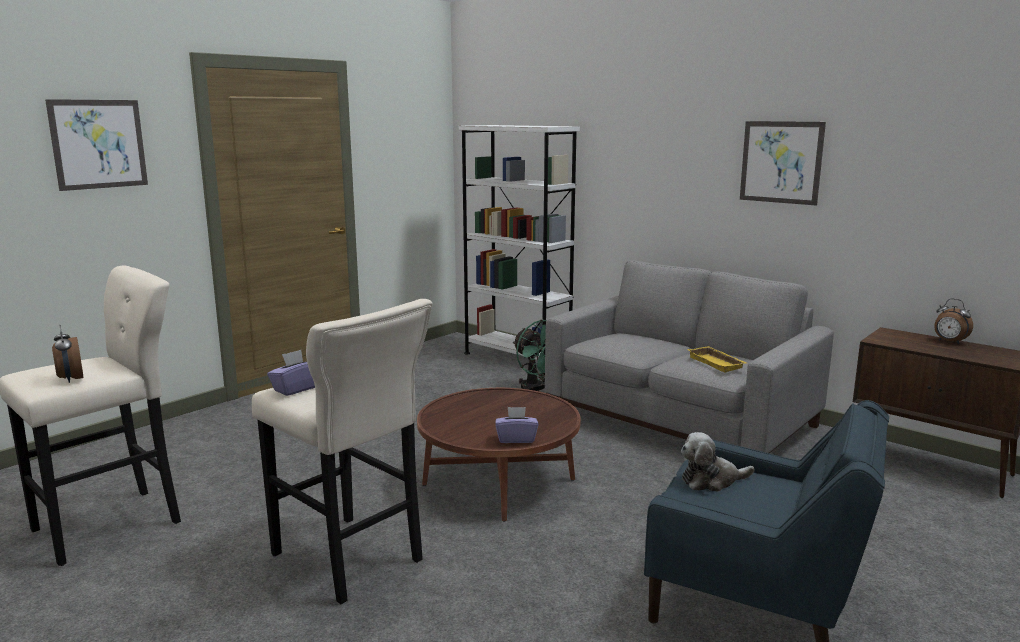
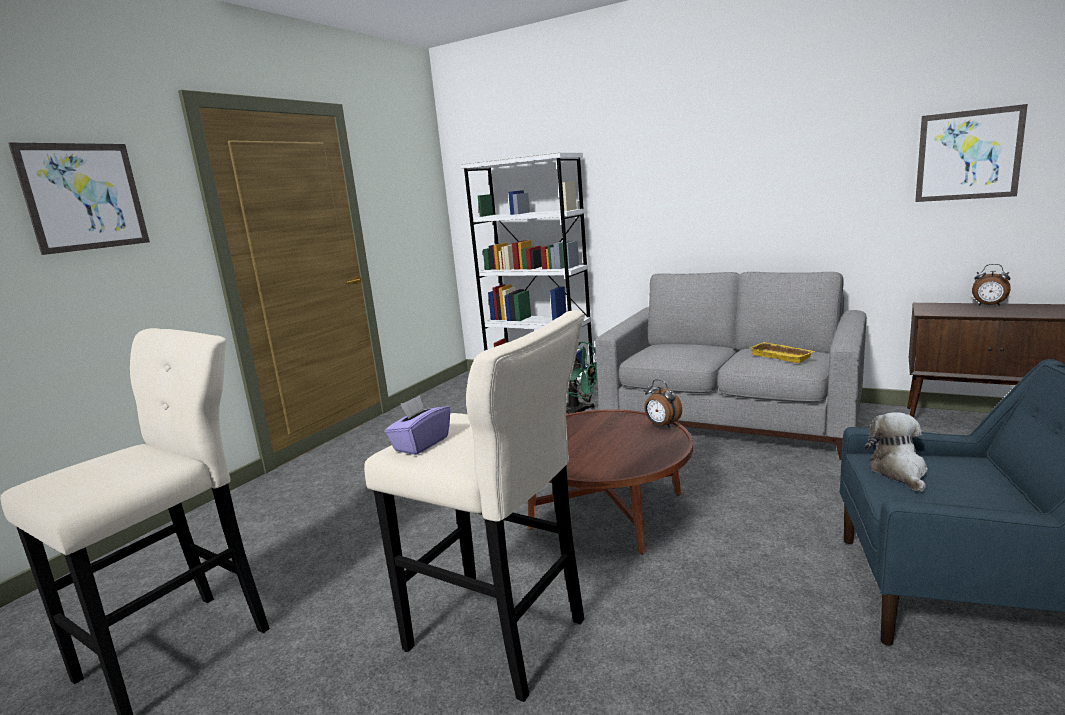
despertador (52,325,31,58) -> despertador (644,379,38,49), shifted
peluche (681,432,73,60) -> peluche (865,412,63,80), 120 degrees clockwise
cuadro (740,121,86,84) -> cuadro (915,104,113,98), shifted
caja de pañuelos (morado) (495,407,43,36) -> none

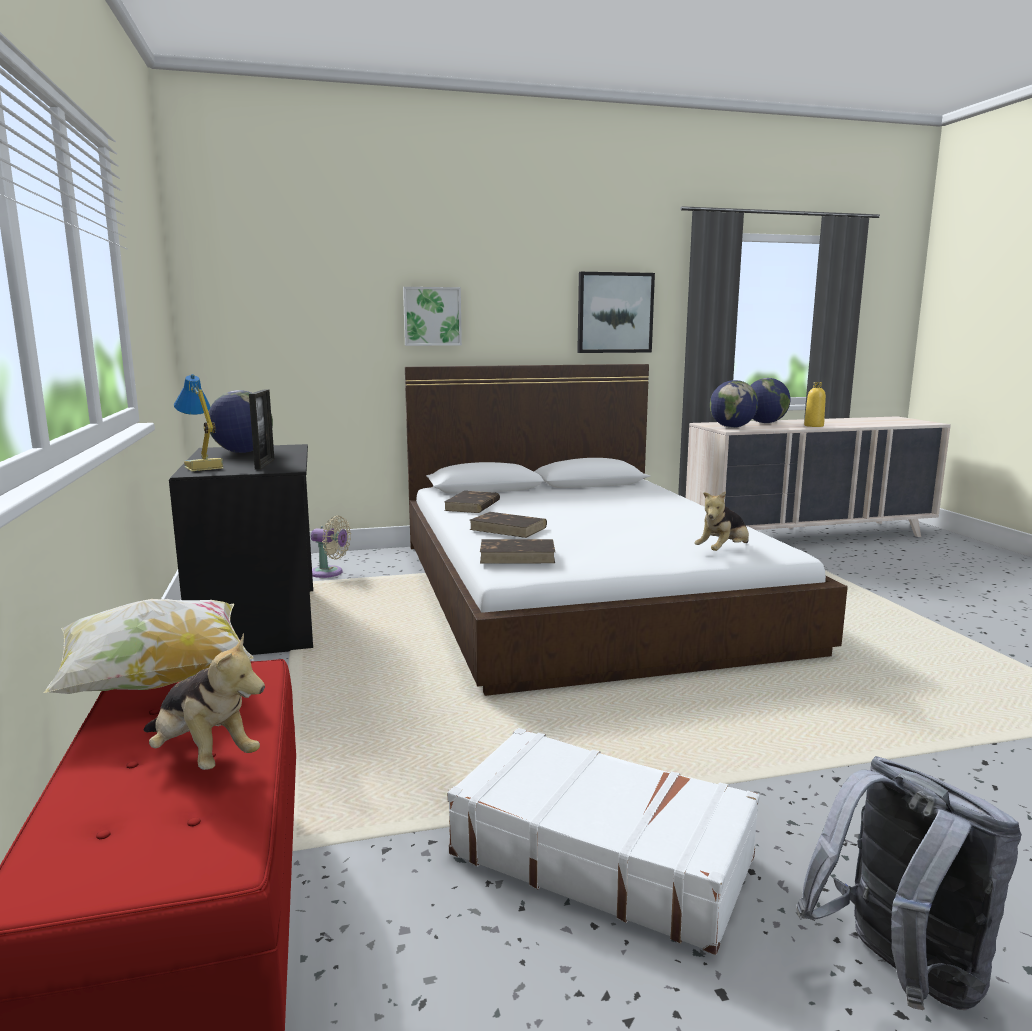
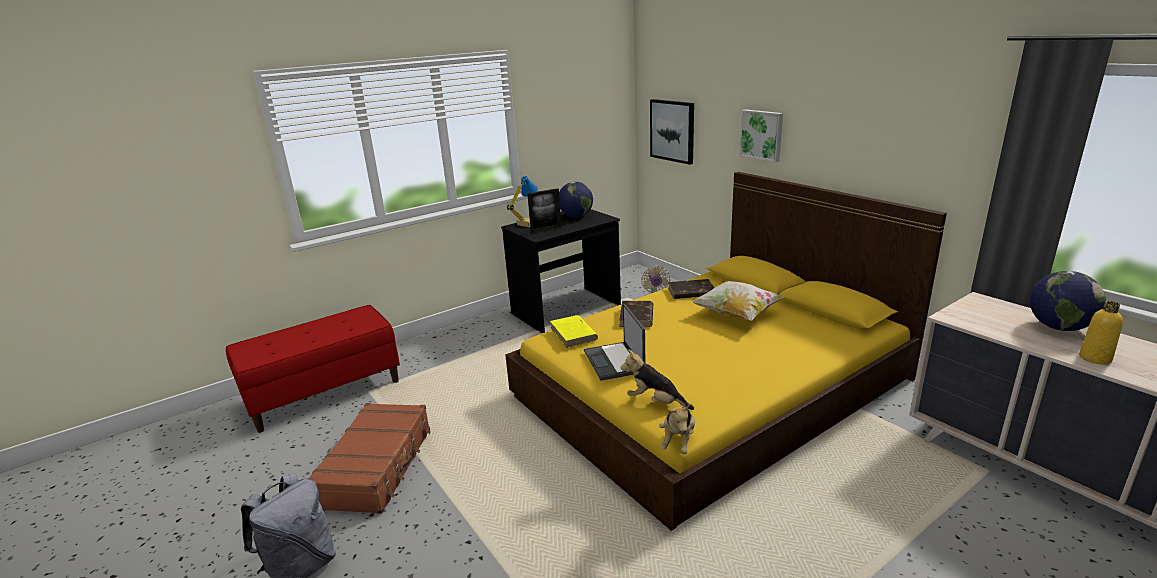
maleta (blanco) (447,728,313,227) -> maleta (marrón) (309,403,122,111)
cama (blanco) (405,364,443,332) -> cama (amarillo) (505,172,442,359)
libro (marrón) (480,539,75,24) -> libro (amarillo) (550,315,48,33)
none -> portátil (584,304,61,77)
cuadro (577,272,78,81) -> cuadro (650,99,44,66), shifted
peluche (144,633,121,137) -> peluche (659,404,36,50), shifted
cojín (44,599,210,95) -> cojín (692,281,92,40), shifted
globo terráqueo (710,380,48,48) -> none

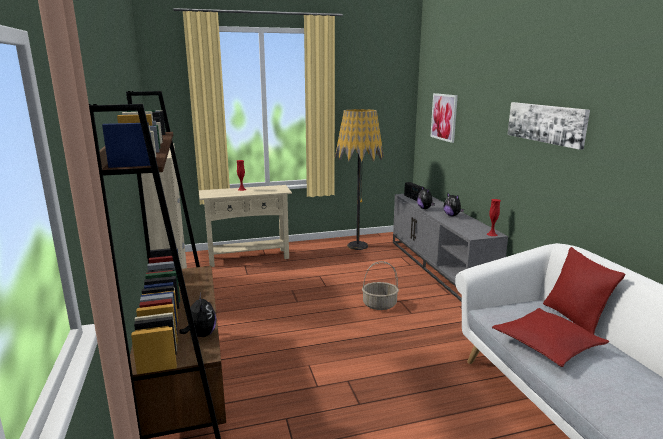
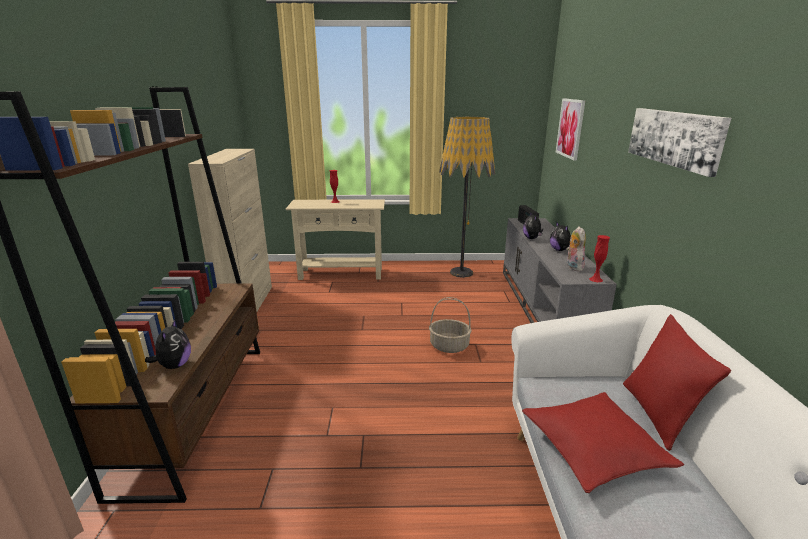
none -> peluche (567,226,19,45)

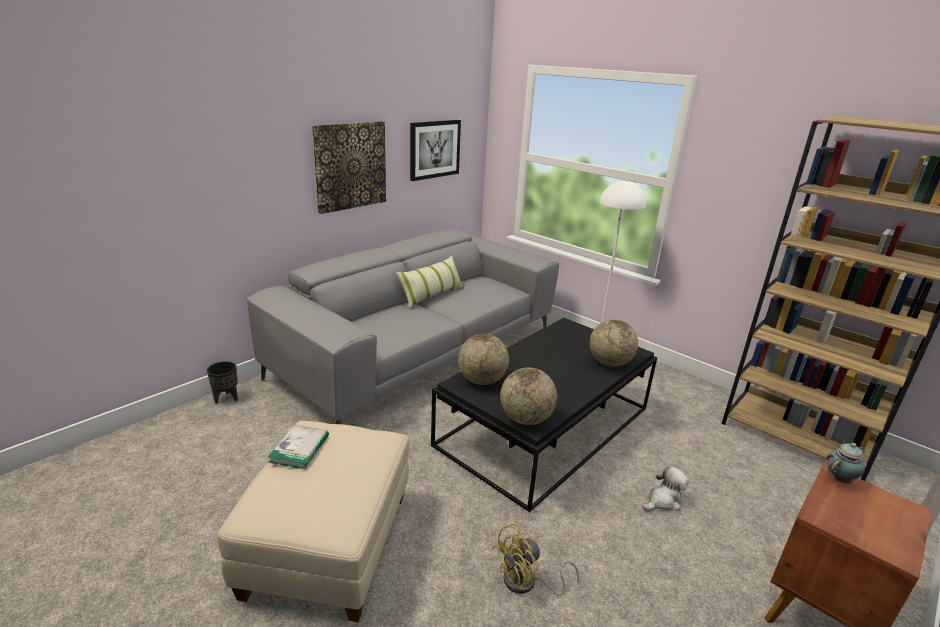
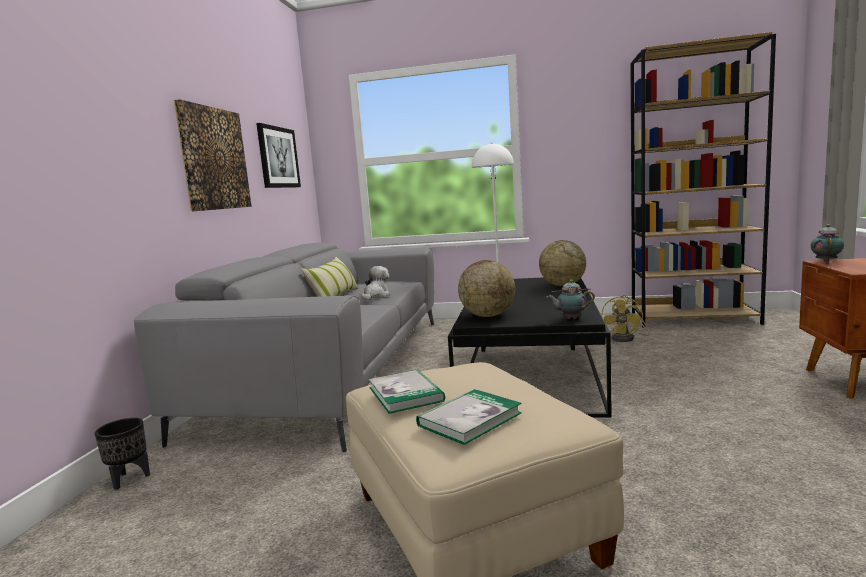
peluche (643,466,45,46) -> peluche (361,266,29,34), shifted
none -> libro (416,389,106,56)
globo terráqueo (500,367,57,58) -> tetera (547,279,48,40)
ventilador (amarillo) (492,523,87,73) -> ventilador (amarillo) (601,295,48,47), shifted

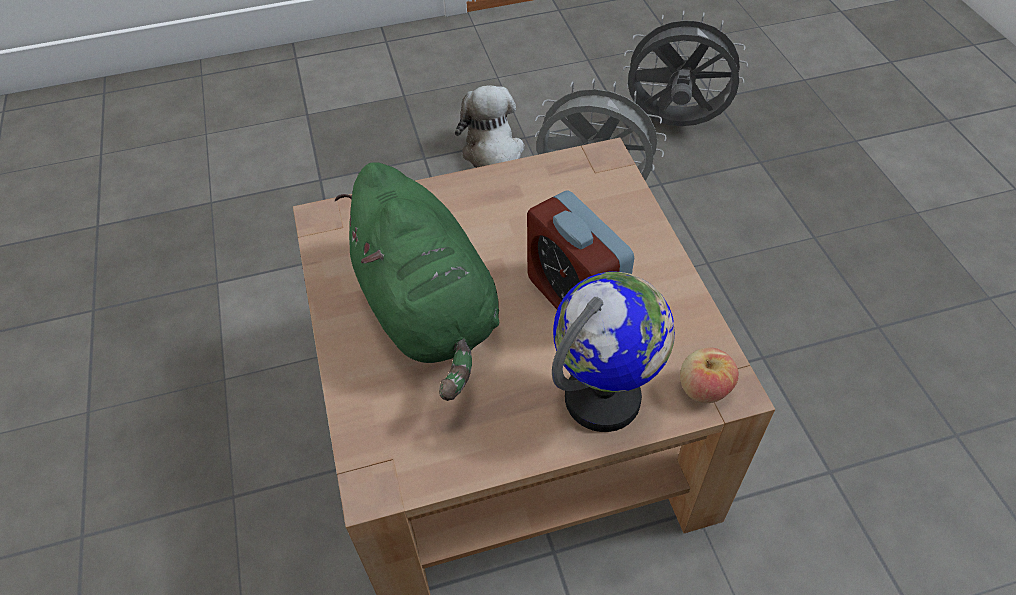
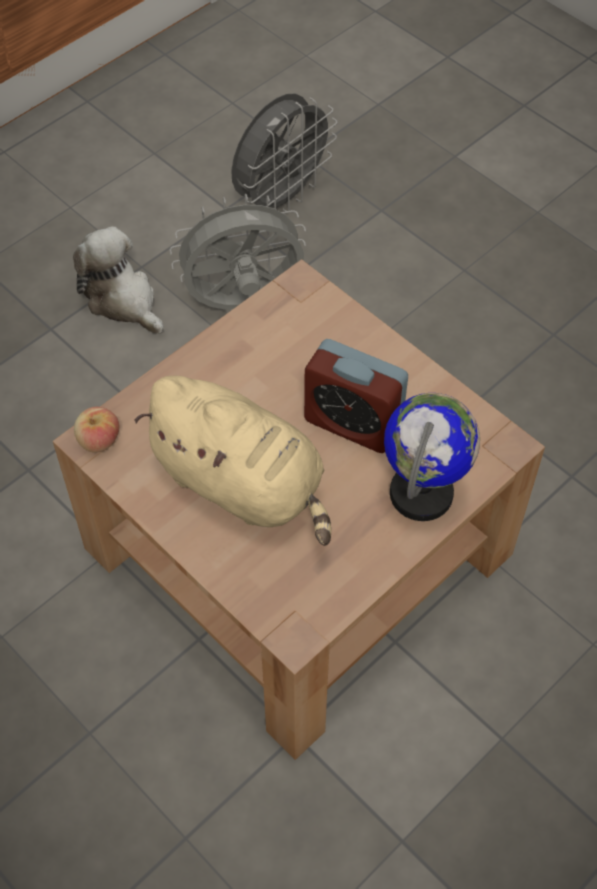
manzana (680,348,59,55) -> manzana (74,407,46,46), shifted
peluche (verde) (335,162,164,239) -> peluche (beis) (134,376,197,170)
ventilador (gris) (623,10,125,116) -> ventilador (gris) (231,94,107,117), 150 degrees clockwise

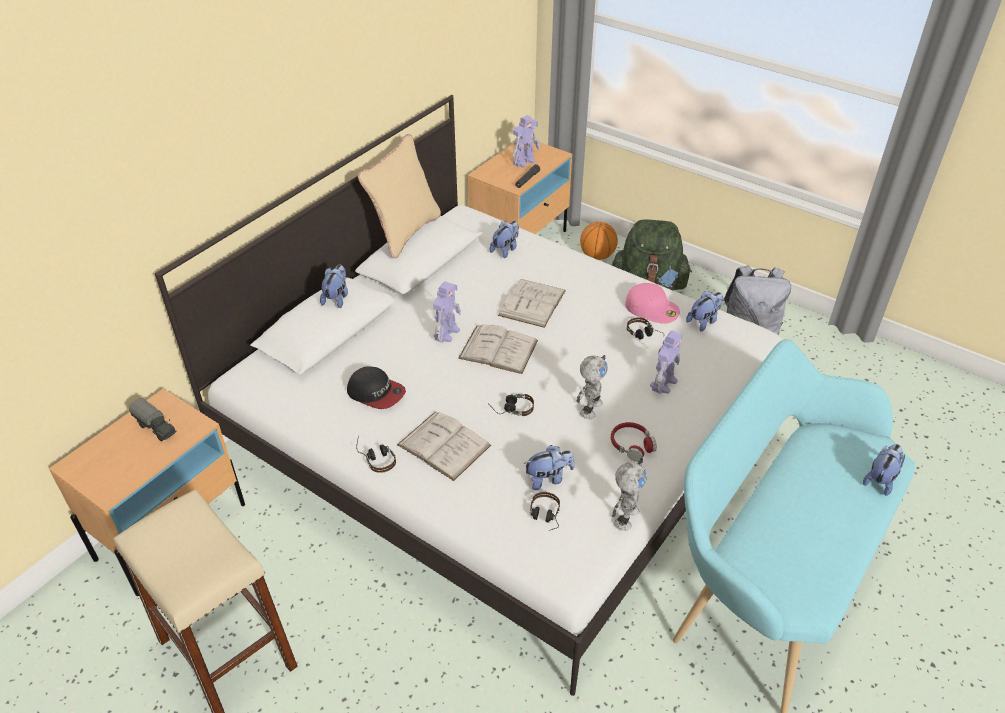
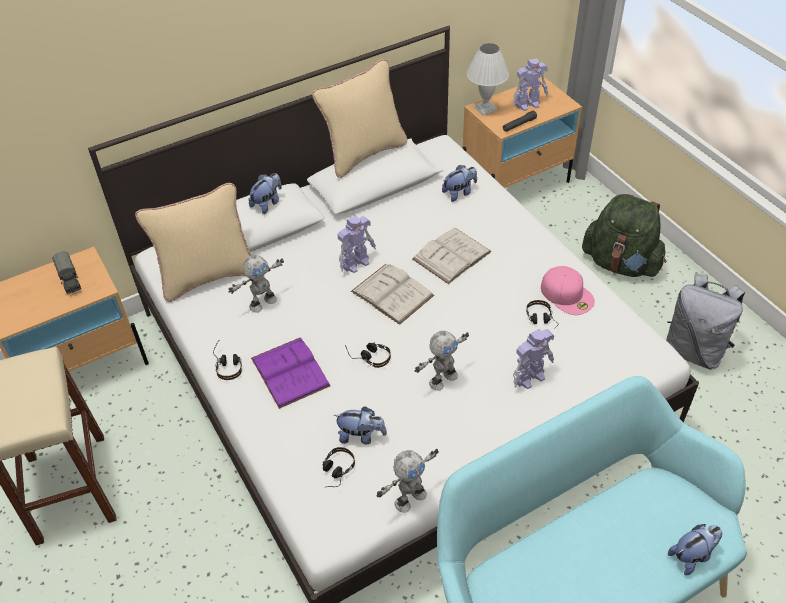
none -> cojín (beis) (135,183,117,119)
gorra (347,367,59,42) -> robot de juguete (228,255,56,58)
libro (blanco) (397,412,94,69) -> libro (morado) (251,337,80,72)
none -> lámpara de mesa (blanco) (466,43,43,72)
balón de baloncesto (580,222,38,38) -> none
auriculares (rojo) (611,422,46,40) -> none
peluche (686,291,37,40) -> none

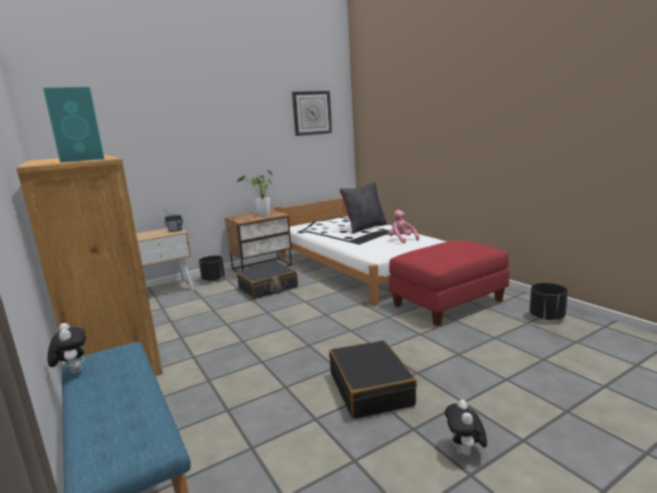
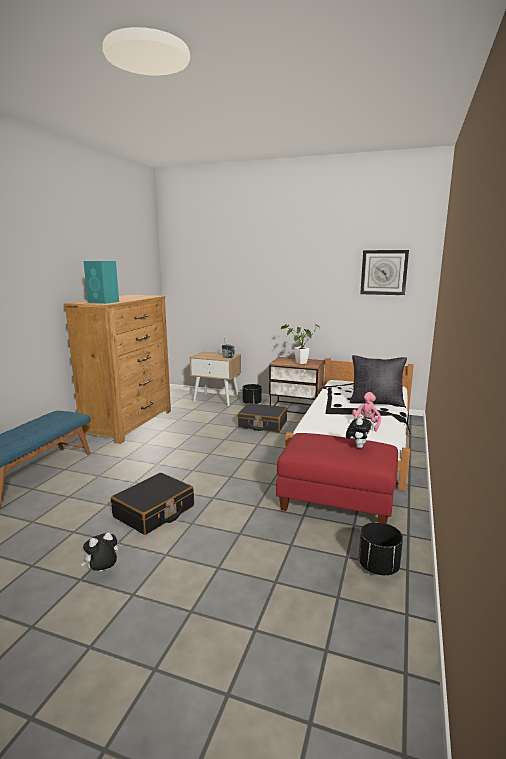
peluche (47,323,39,50) -> peluche (346,414,26,34), shifted

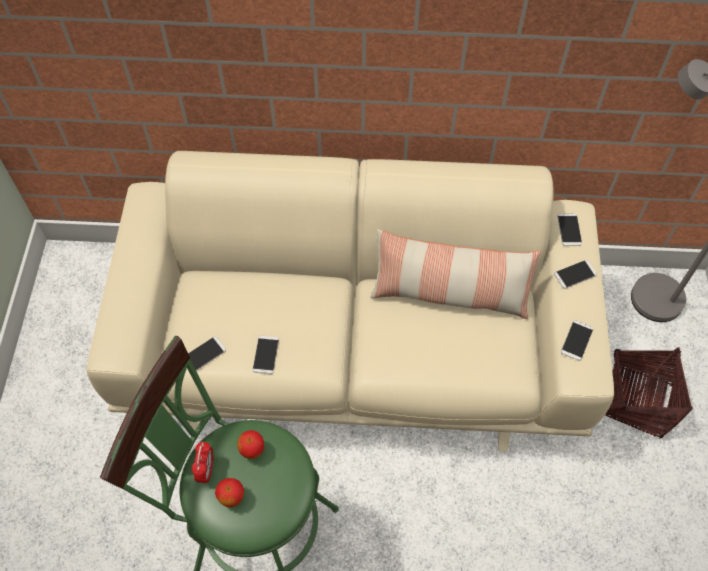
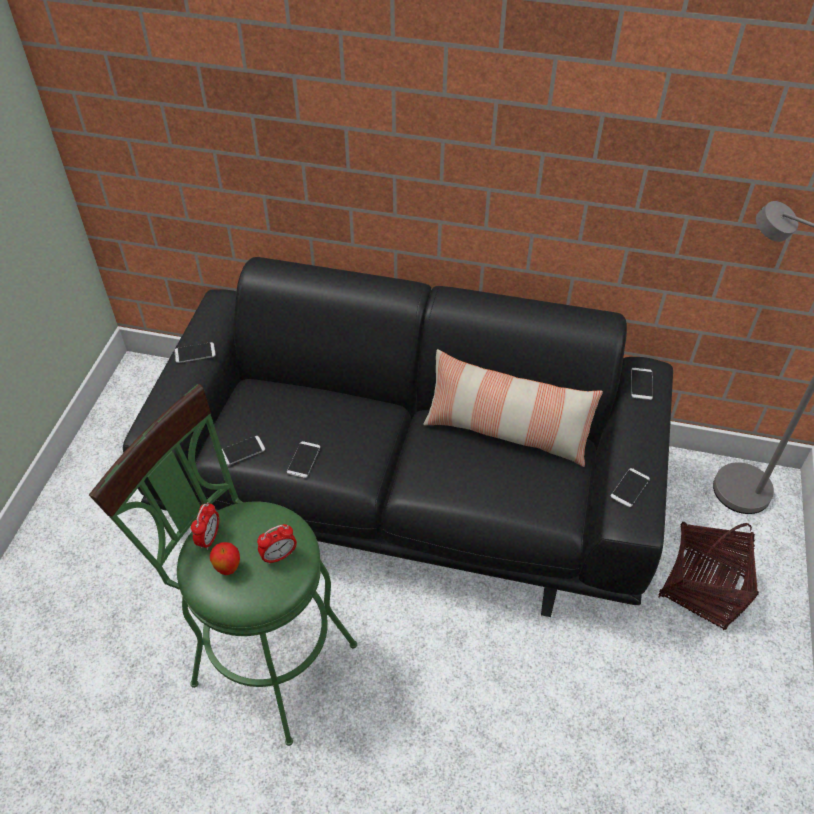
sofá (beis) (87,151,527,301) -> sofá (negro) (123,257,550,360)
móvil (554,260,43,29) -> móvil (174,342,42,21), shifted
none -> despertador (257,524,40,41)
manzana (237,430,27,29) -> none

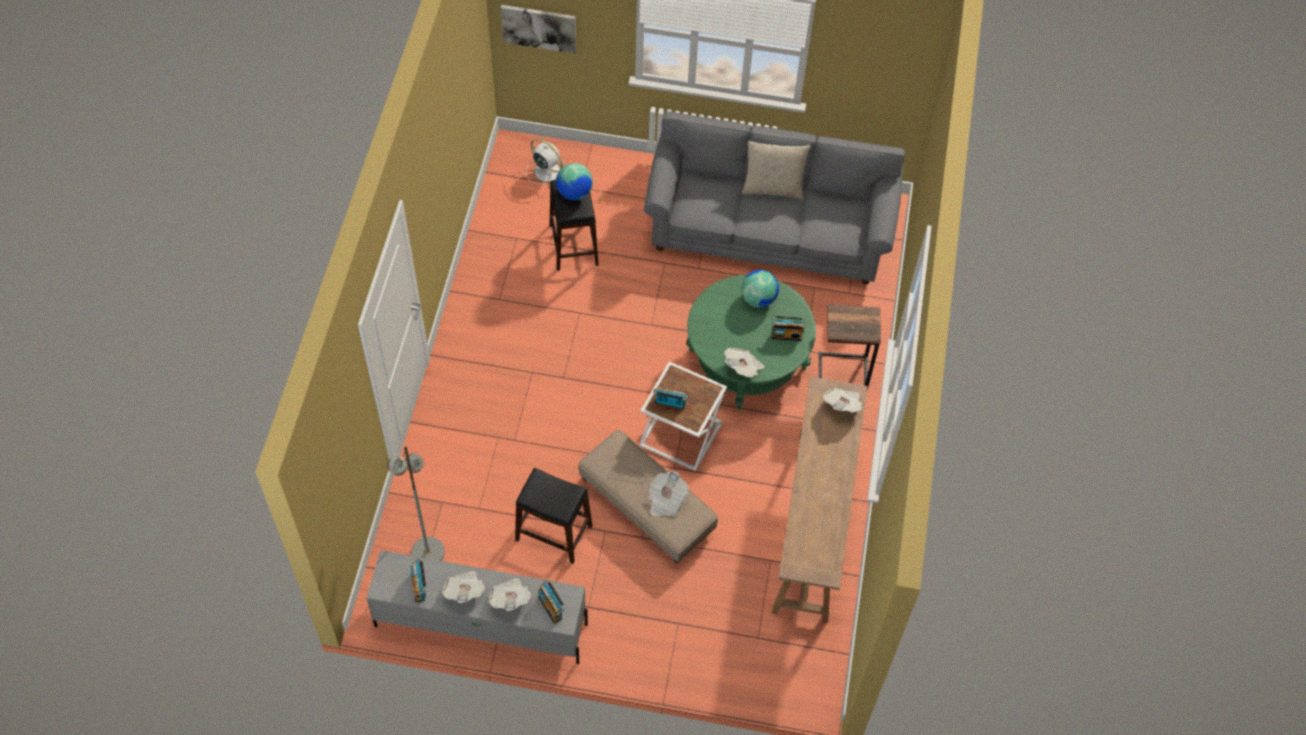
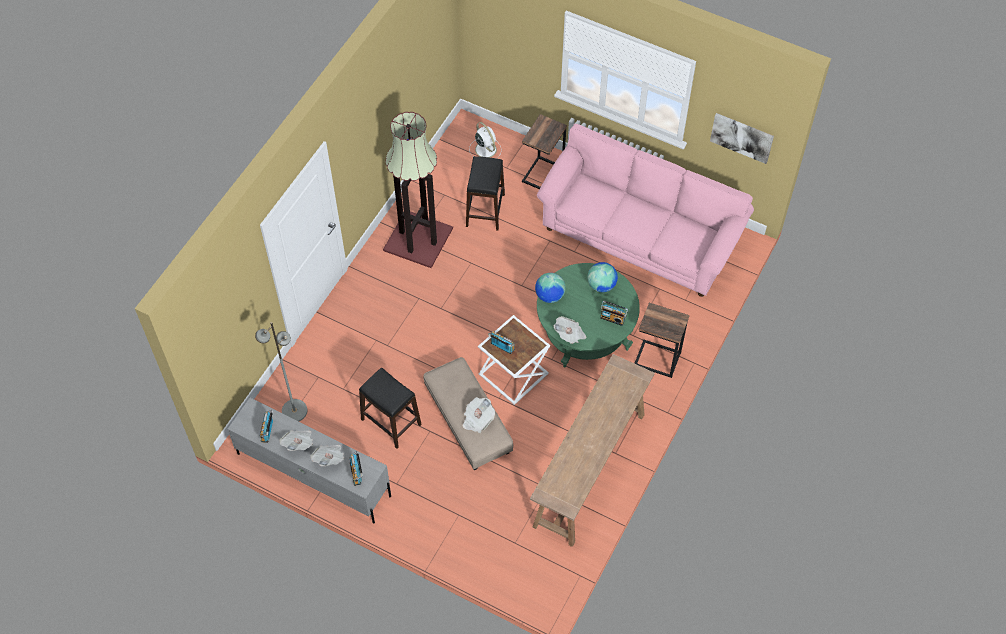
none -> lámpara de pie (383,112,70,156)
none -> mesa auxiliar (522,114,45,75)
globo terráqueo (556,163,37,37) -> globo terráqueo (535,273,31,30), shifted
sofá (gris) (644,111,261,174) -> sofá (rosa) (537,124,217,173)
cuadro (501,5,75,49) -> cuadro (710,113,64,51), shifted
cojín (beis) (742,141,69,58) -> none
periódico (823,387,40,26) -> none

